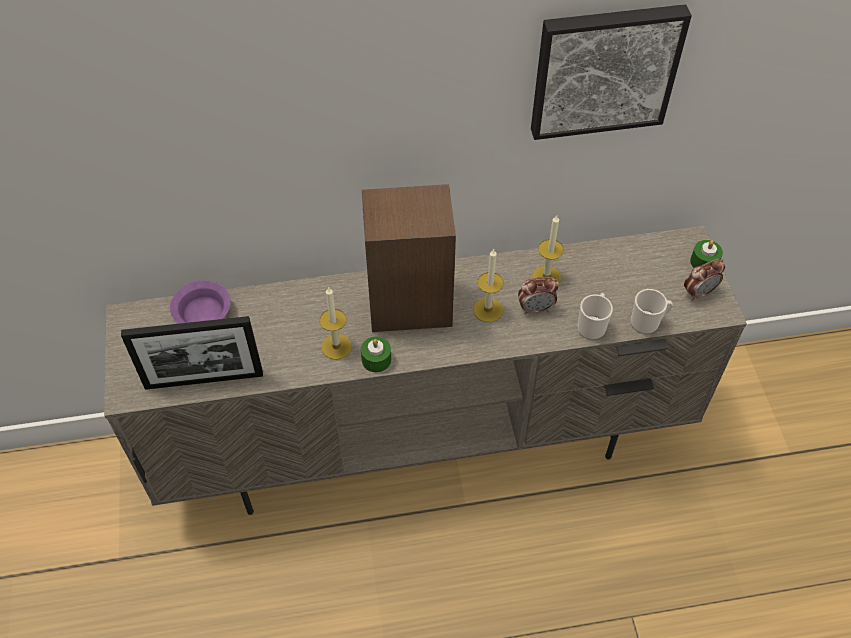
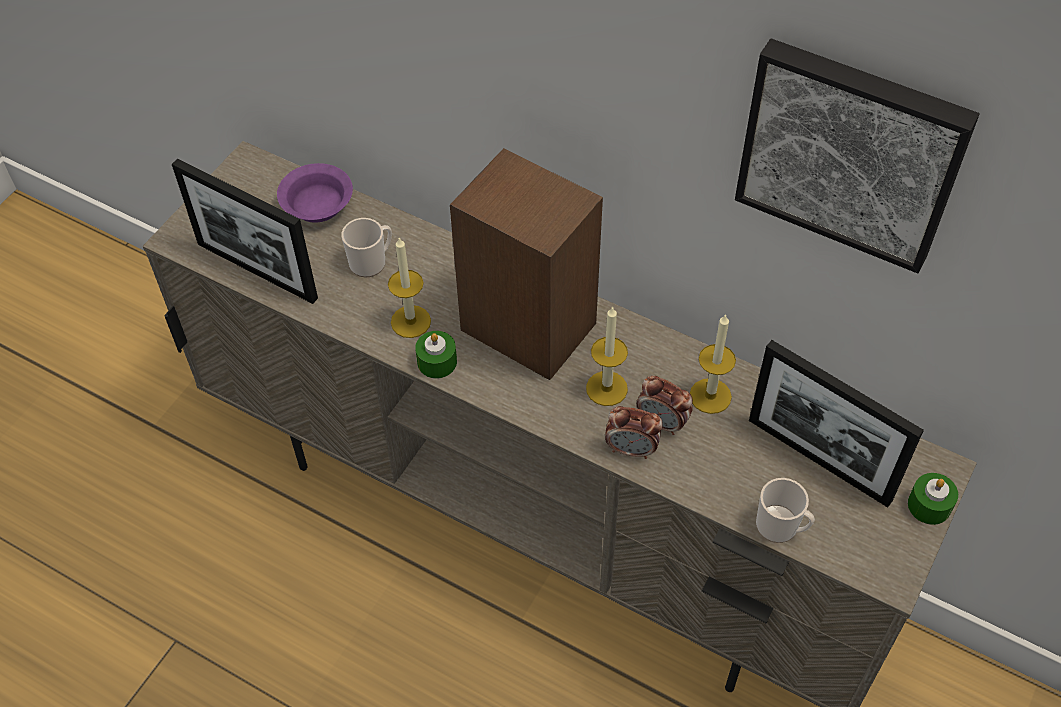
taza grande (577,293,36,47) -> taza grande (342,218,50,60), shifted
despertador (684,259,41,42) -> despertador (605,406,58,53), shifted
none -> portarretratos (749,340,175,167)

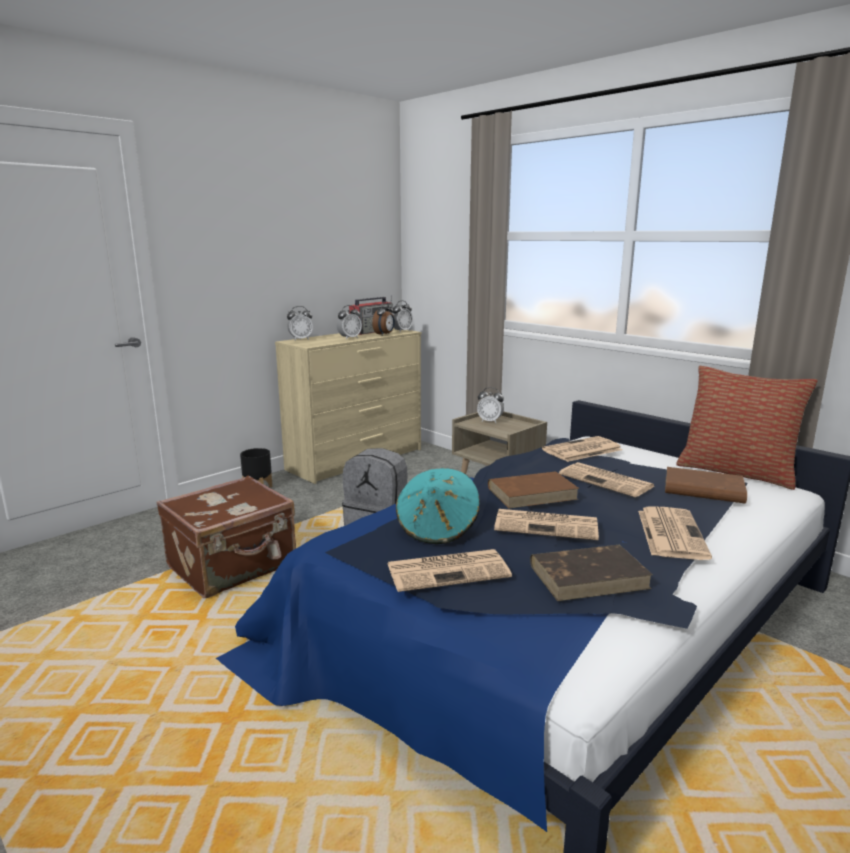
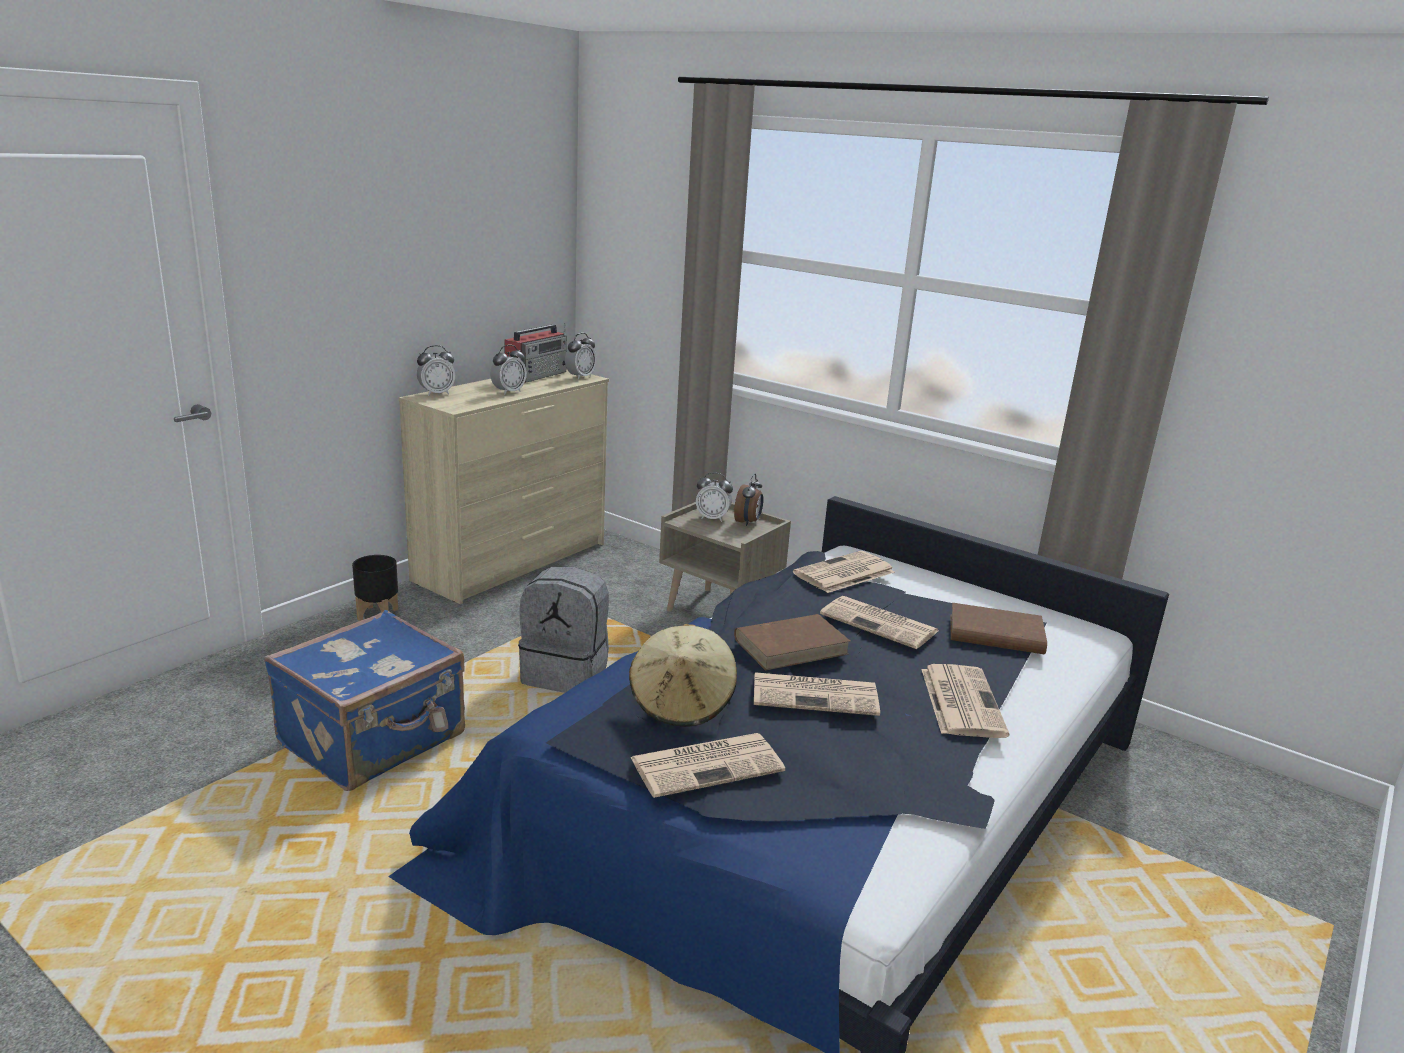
maleta (marrón) (156,476,140,122) -> maleta (azul) (264,610,201,181)
sombrero (turquesa) (396,468,84,76) -> sombrero (beis) (629,624,108,103)
despertador (372,301,23,34) -> despertador (734,474,29,52), shifted
libro (marrón) (530,545,123,56) -> none
cojín (676,366,142,124) -> none

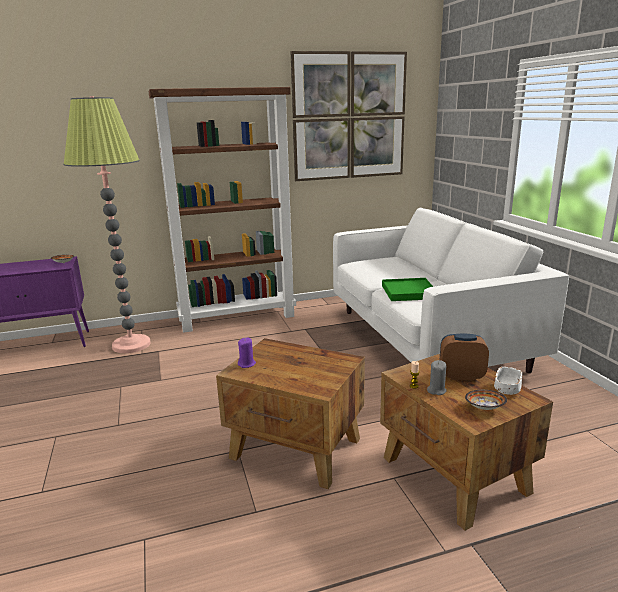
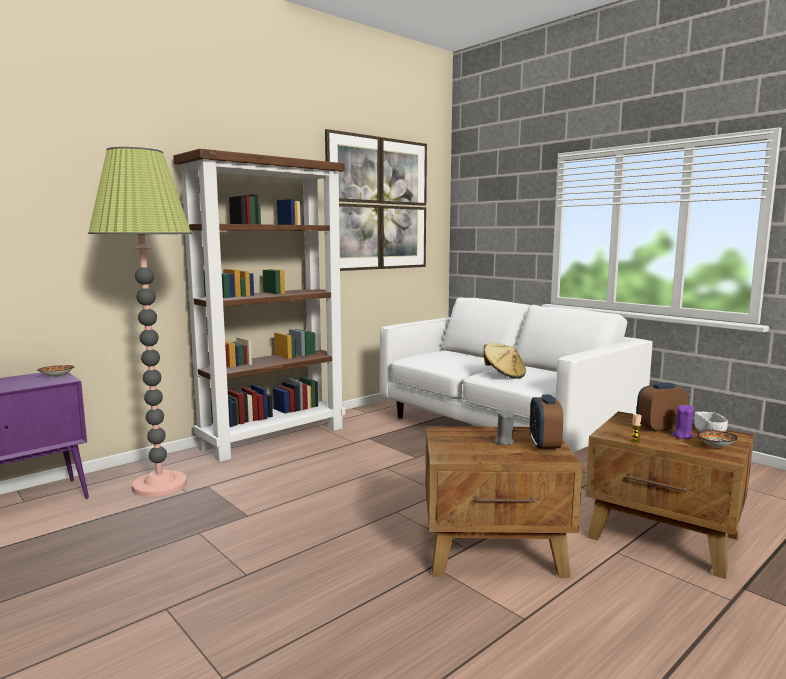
bandeja (verde) (382,278,51,23) -> sombrero (beis) (483,343,43,36)
vela (gris) (427,360,20,35) -> vela (gris) (495,409,19,36), shifted
none -> despertador (530,395,33,56)
vela (morado) (238,337,18,31) -> vela (morado) (672,404,22,35), shifted

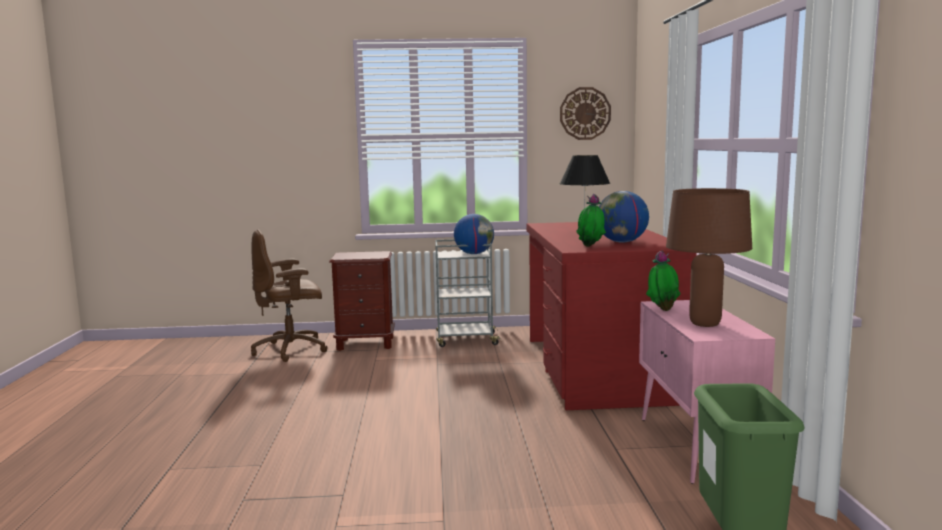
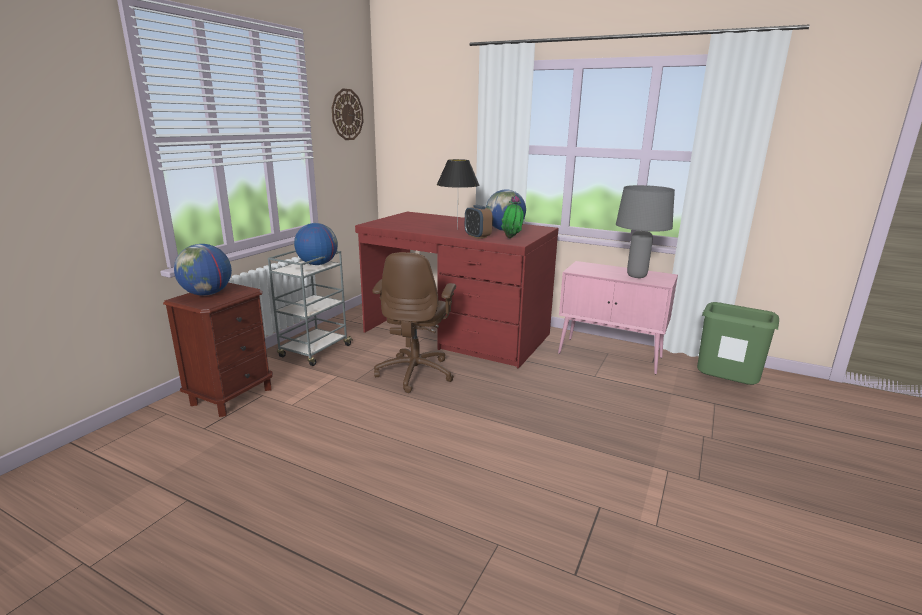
none -> globo terráqueo (174,244,58,52)
silla de oficina (marrón) (251,230,77,132) -> silla de oficina (marrón) (372,252,84,141), shifted
none -> despertador (465,205,28,34)
lámpara de mesa (marrón) (666,188,86,139) -> lámpara de mesa (gris) (616,185,59,93)
planta en maceta (646,251,35,60) -> none

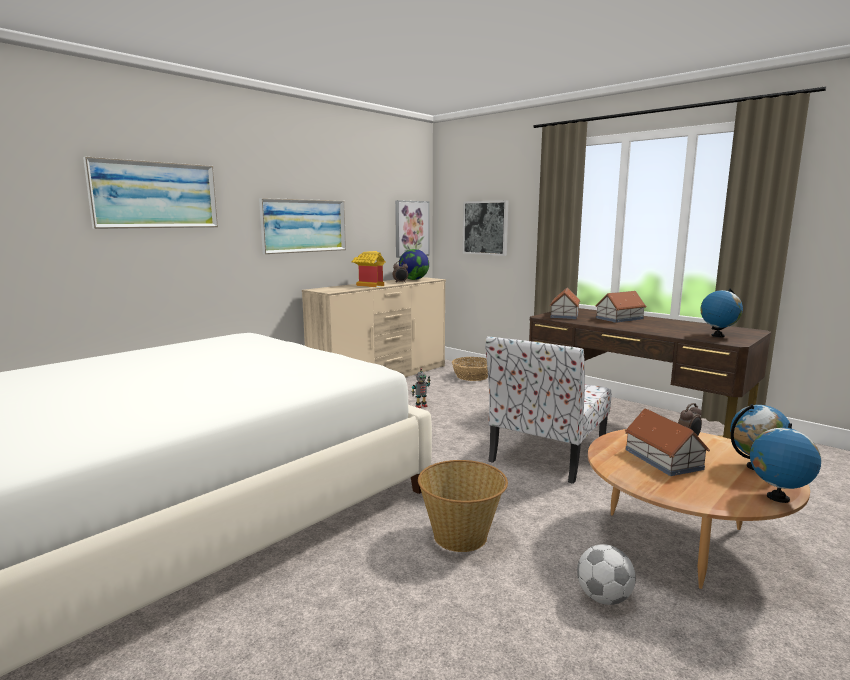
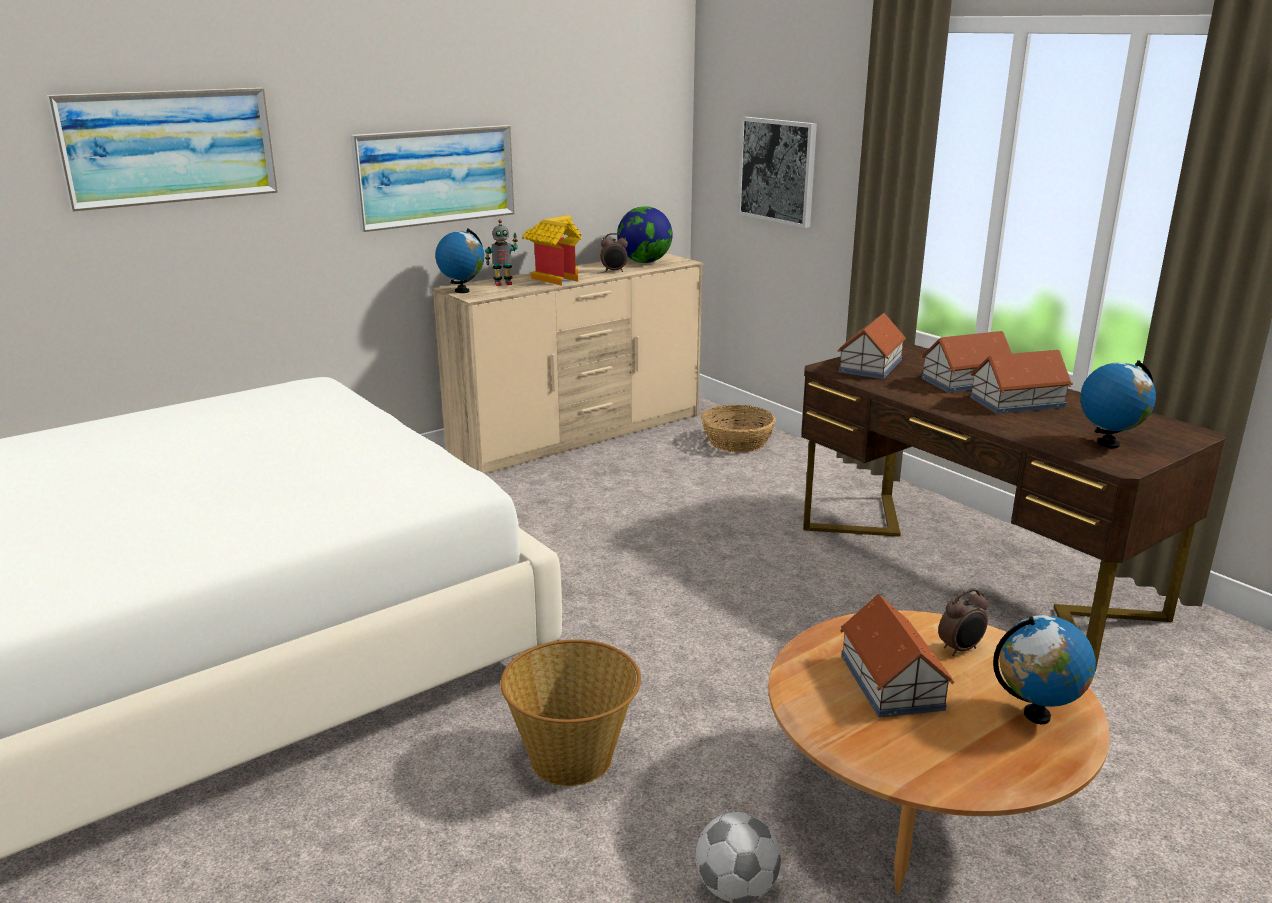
globo terráqueo (750,423,71,80) -> globo terráqueo (435,228,49,65), shifted
robot de juguete (412,368,18,40) -> robot de juguete (485,219,33,67), shifted
none -> casita (970,350,103,64)
cuadro (395,200,35,58) -> none
silla (485,336,126,148) -> none

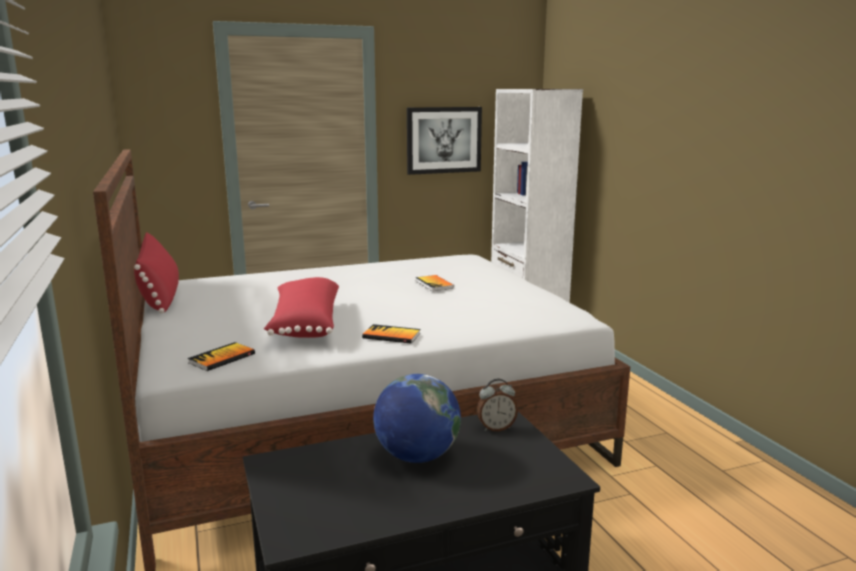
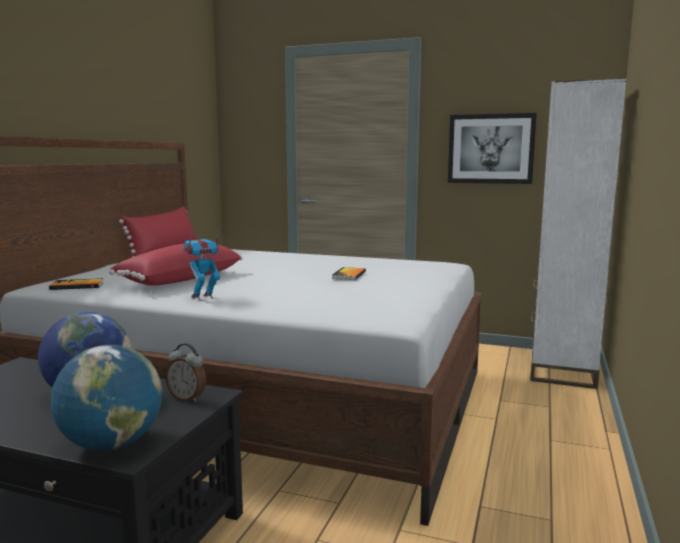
none -> globo terráqueo (51,345,111,106)
libro (362,324,58,20) -> robot de juguete (183,230,37,70)

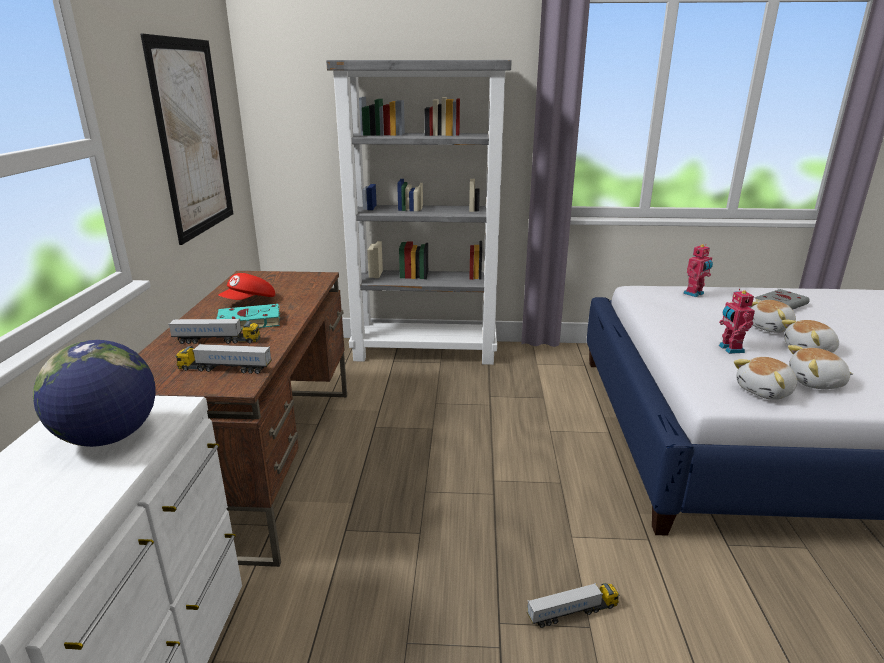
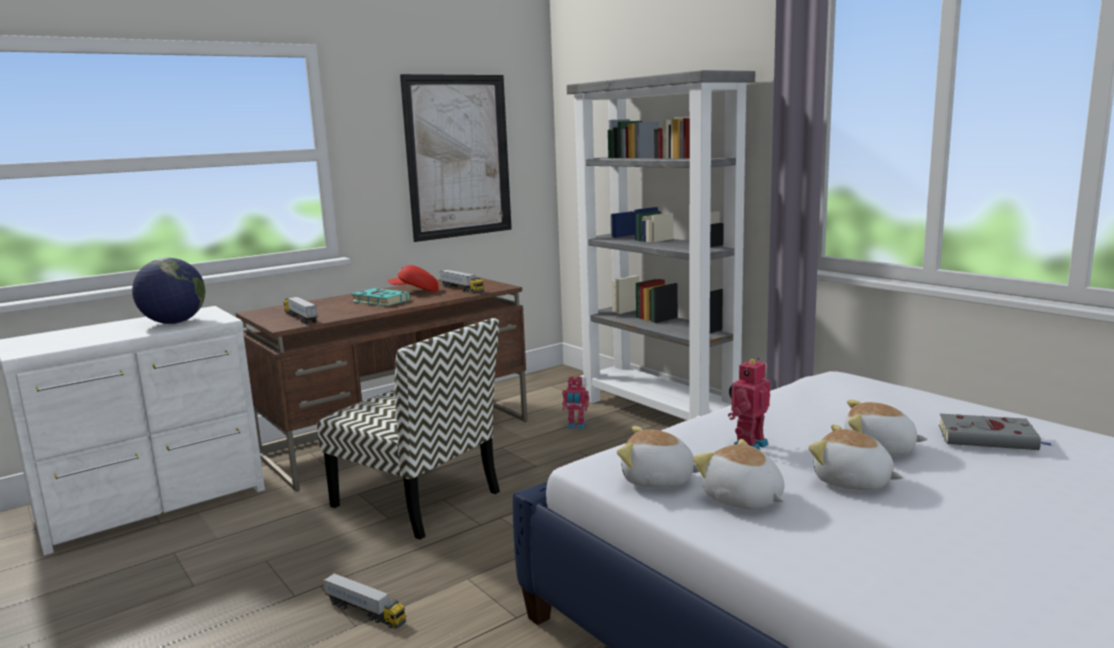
none -> silla (317,318,183,222)
camión de juguete (168,319,92,25) -> camión de juguete (439,270,45,23), shifted
robot de juguete (683,244,30,53) -> robot de juguete (562,376,27,53), shifted

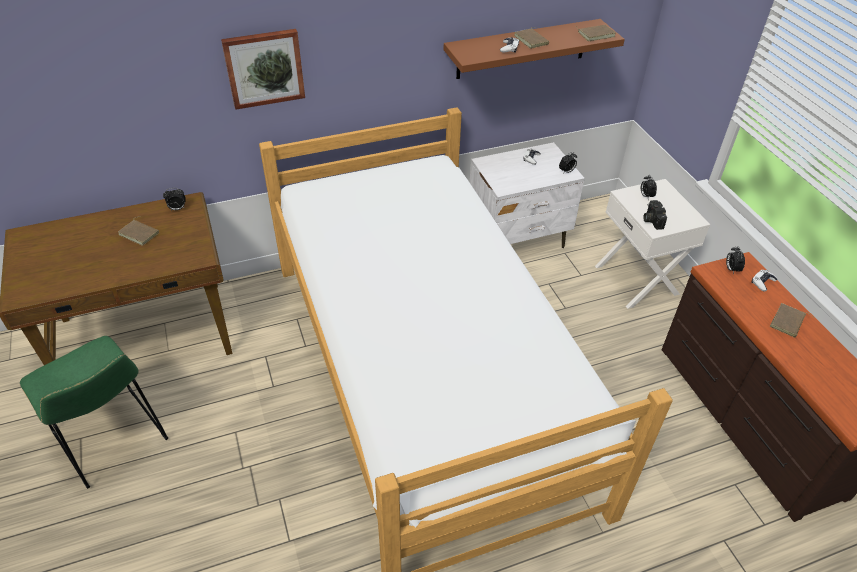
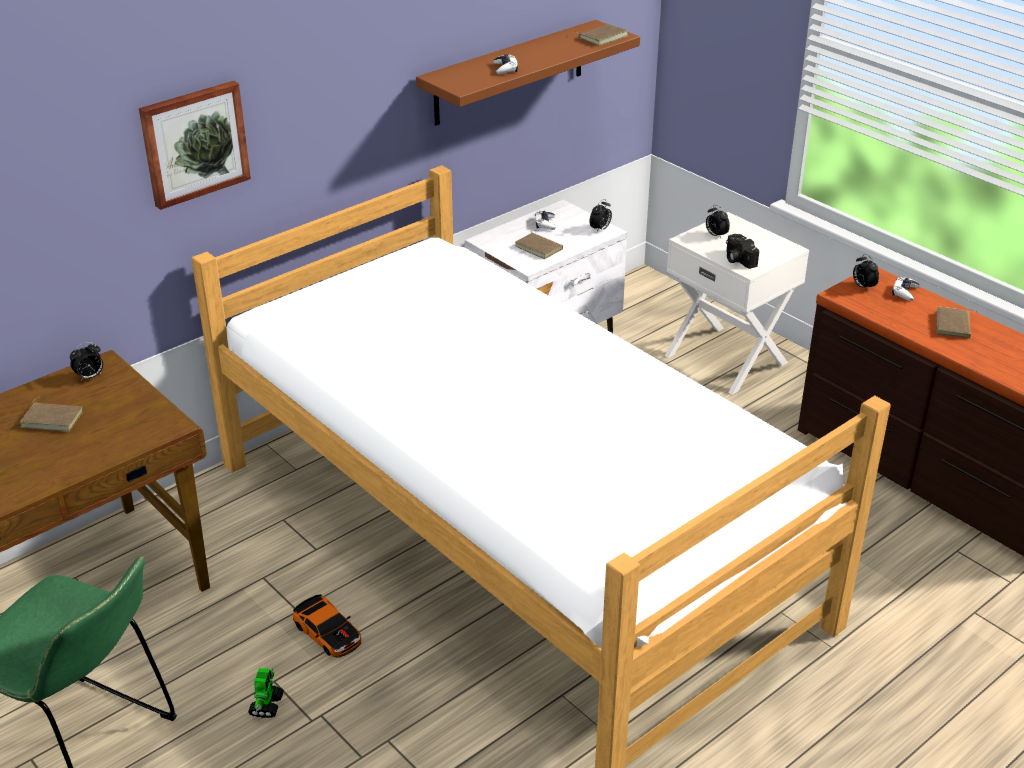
none -> robot de juguete (248,668,36,50)
none -> coche de juguete (293,594,68,64)
libro (marrón) (514,27,35,22) -> libro (marrón) (515,230,48,29), shifted

